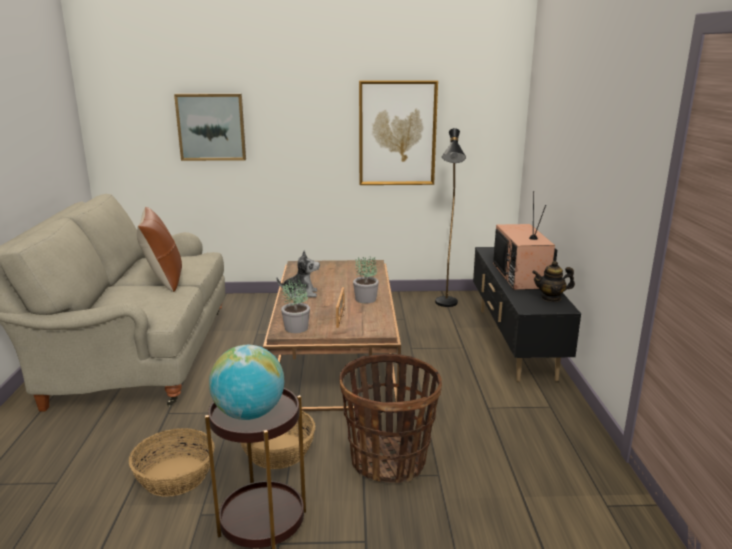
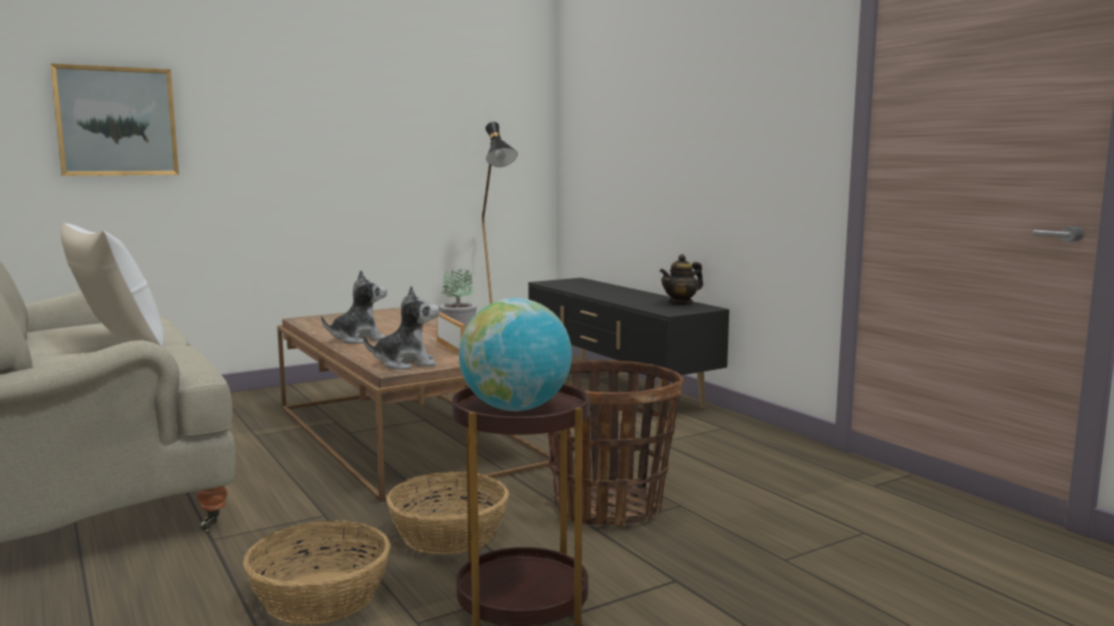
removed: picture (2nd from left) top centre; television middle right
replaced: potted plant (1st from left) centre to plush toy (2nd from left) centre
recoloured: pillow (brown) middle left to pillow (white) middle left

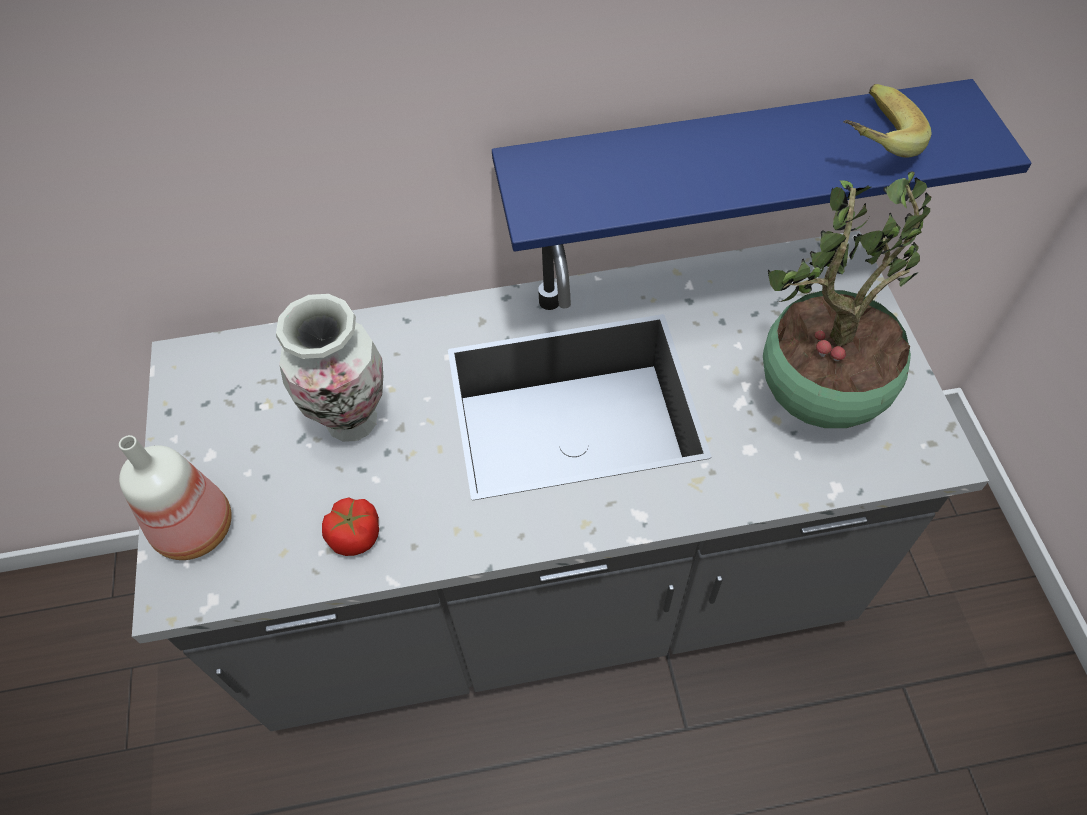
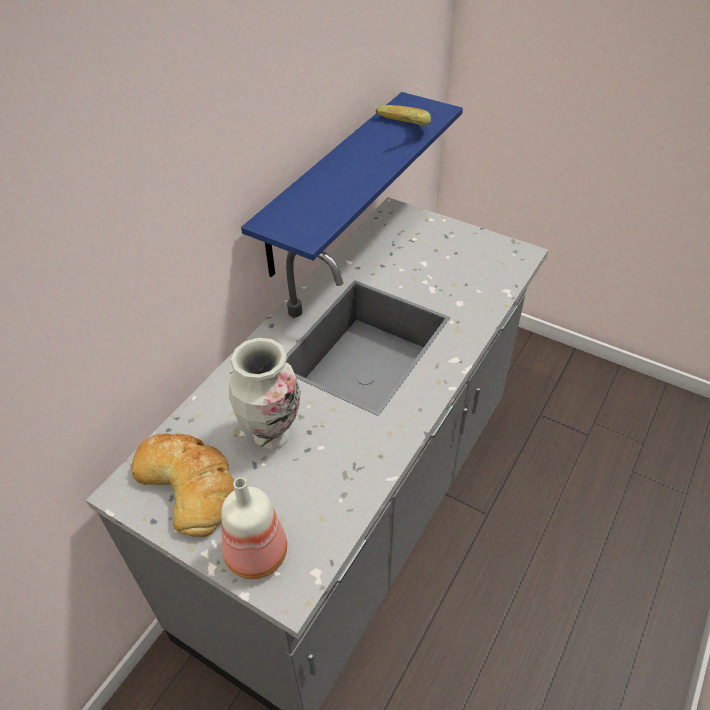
removed: tomato middle left; potted plant middle right
added: bread bottom left

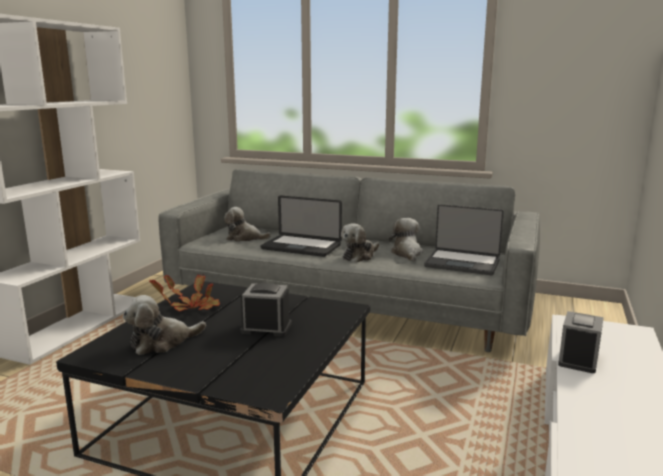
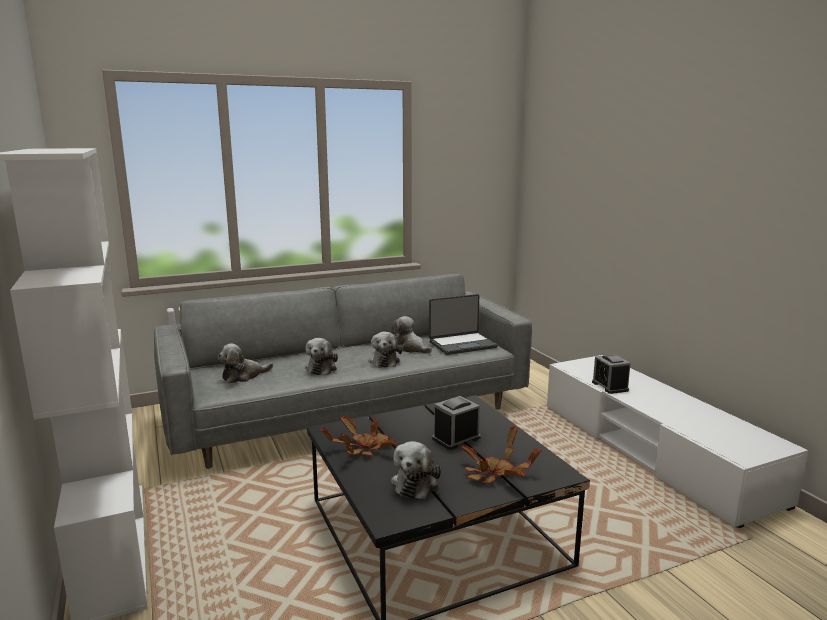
added: potted plant (2nd from left) bottom centre
replaced: laptop (1st from left) centre to plush toy (2nd from left) centre

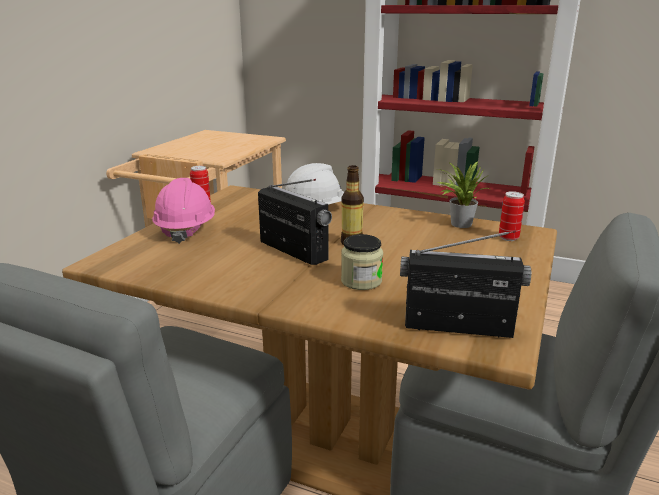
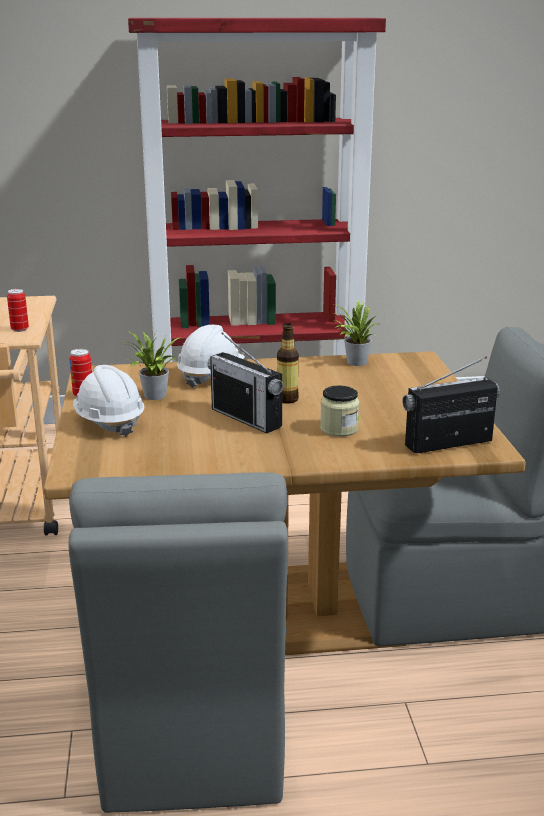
added: potted plant (1st from left) middle left
moved: can (2nd from left in the first image) middle right to can (1st from left) middle left
recoloured: hard hat (pink) middle left to hard hat (white) (1st from left) middle left
turned: radio (1st from left) centre = centre 150 degrees counterclockwise

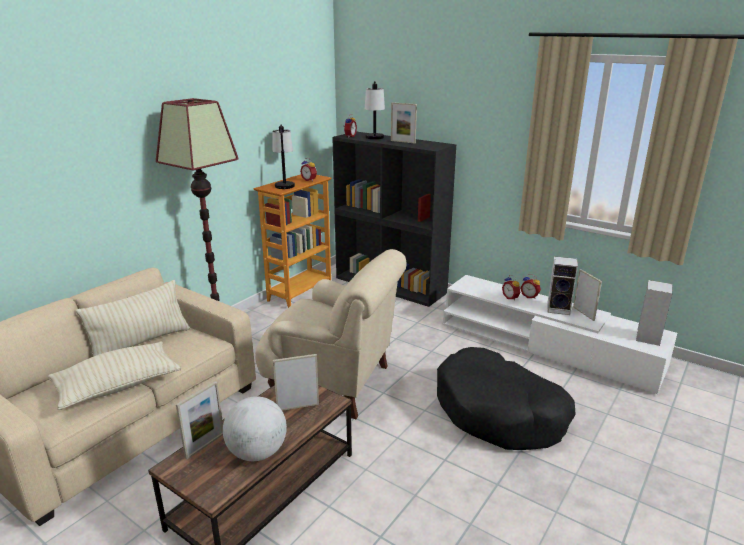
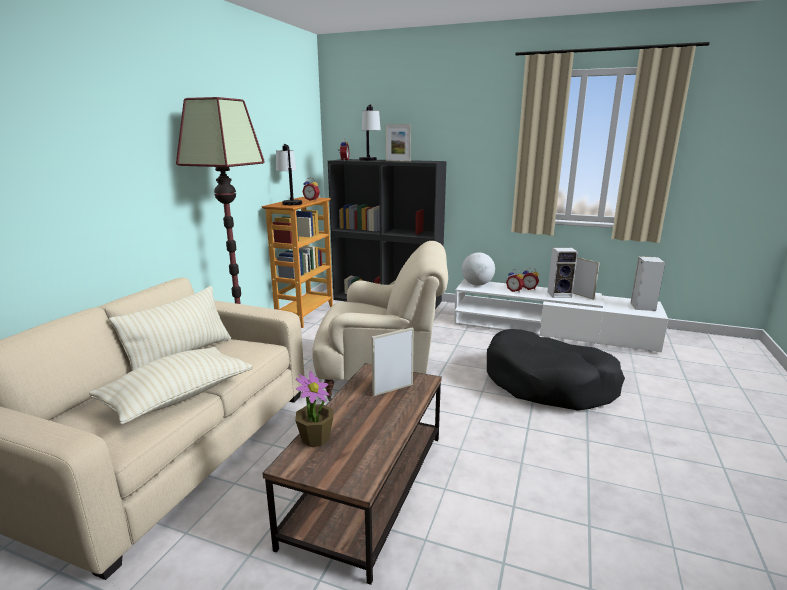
moved: globe bottom centre to centre
replaced: picture frame (1st from left) bottom left to potted plant bottom centre

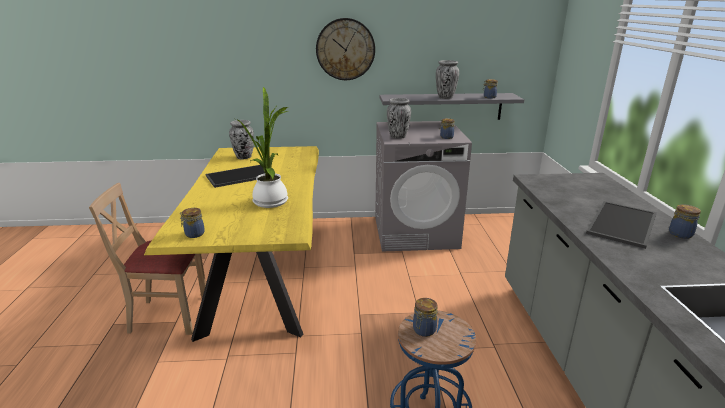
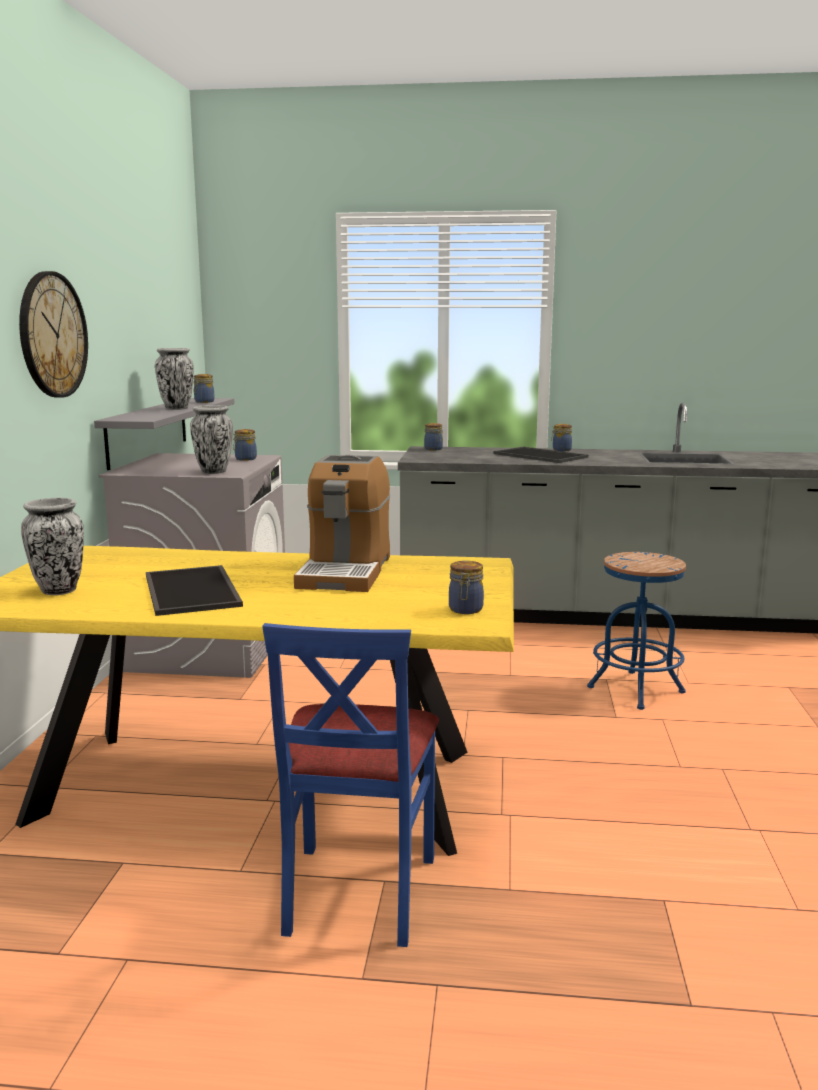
moved: jar (2nd from left in the first image) bottom centre to jar (3rd from left) centre
replaced: potted plant centre to coffee machine centre
recoloured: chair (beige) middle left to chair (blue) bottom centre

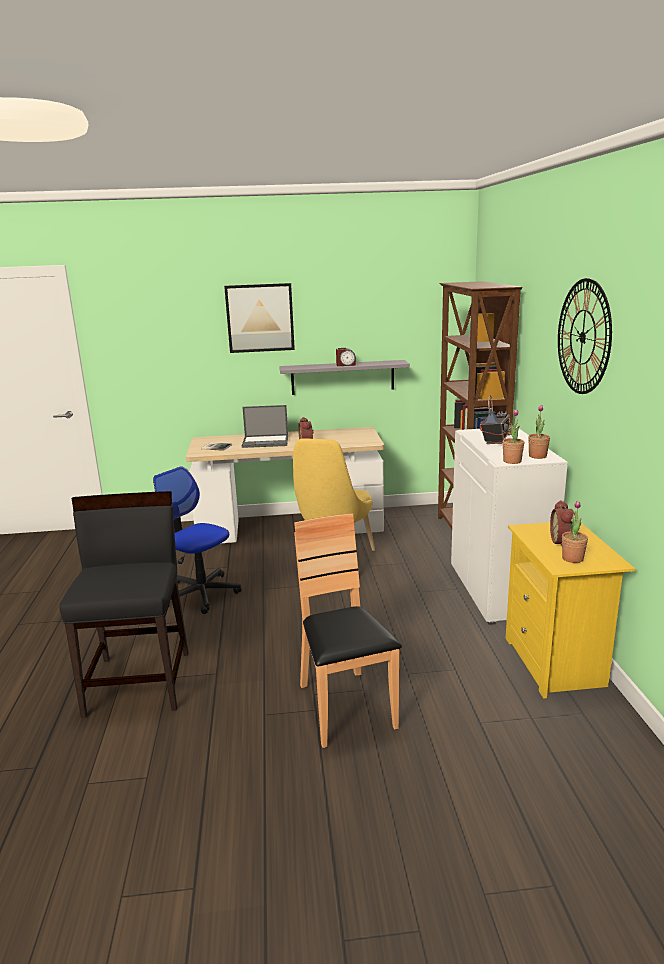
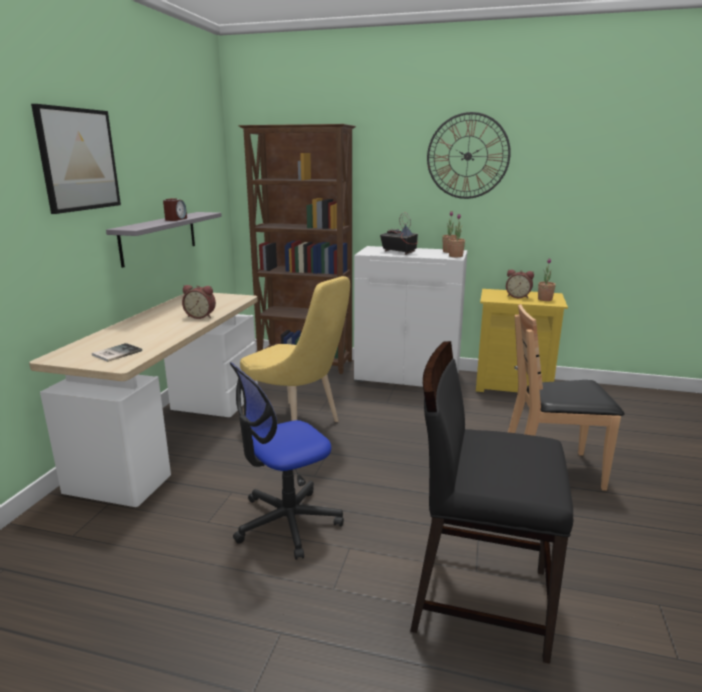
removed: laptop centre

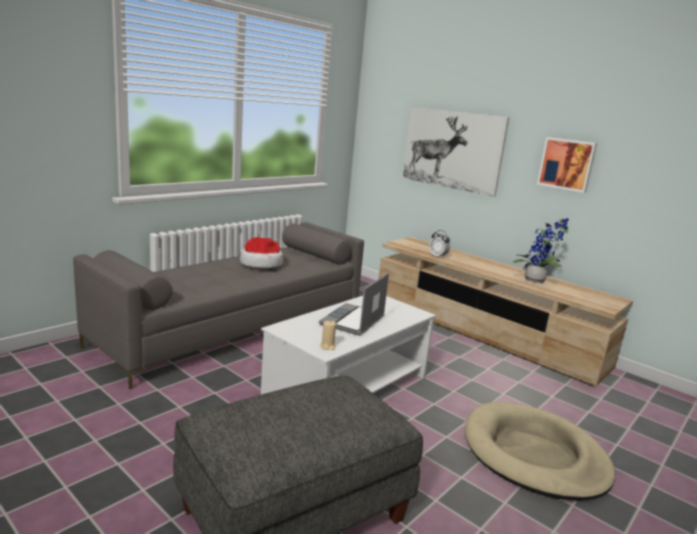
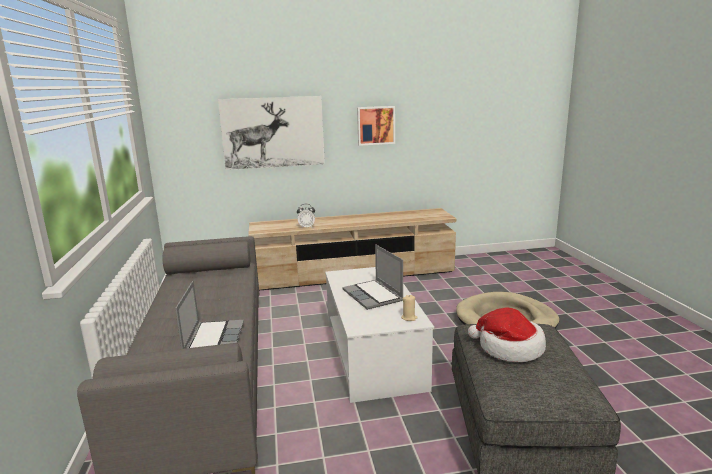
removed: potted plant middle right
added: laptop (1st from left) middle left
moved: hat centre to bottom right

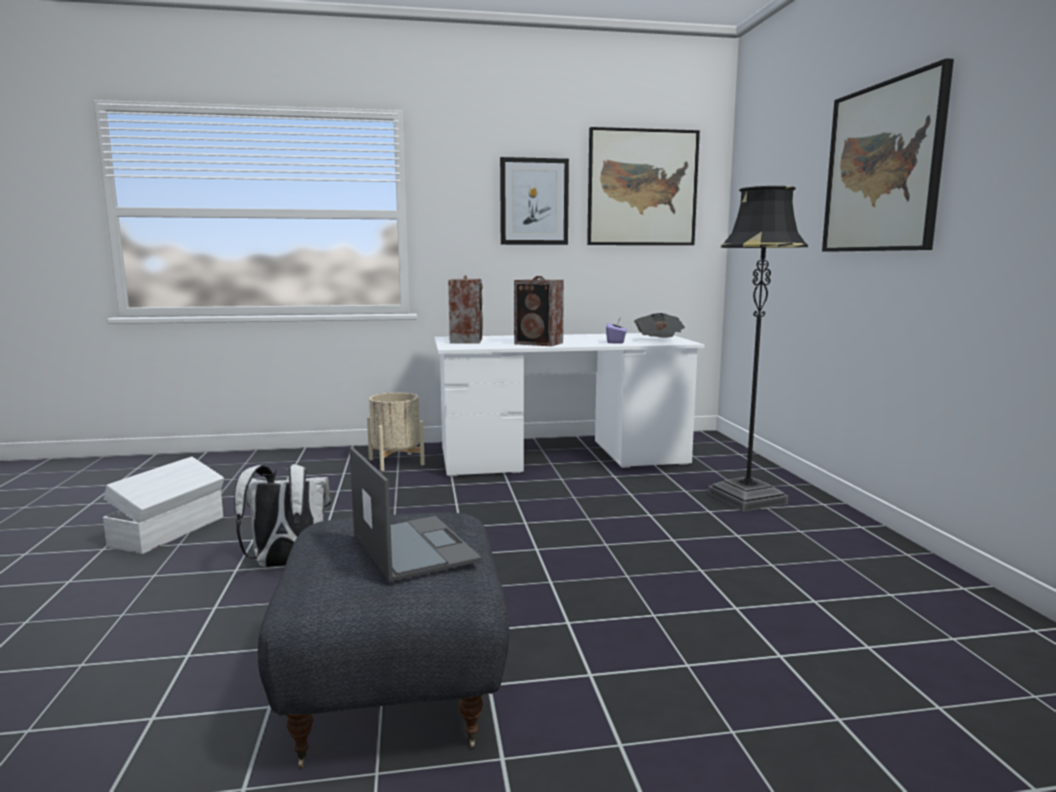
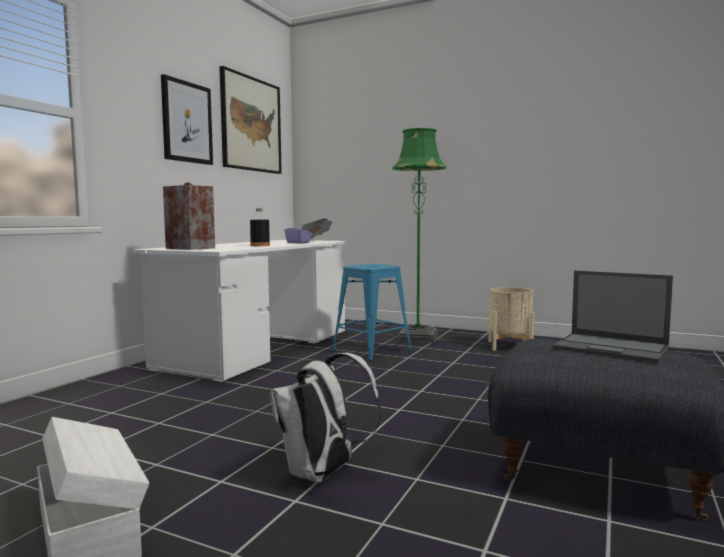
removed: picture (3rd from left) top right
added: stool (blue) centre
moved: planter (beige) centre to middle right
replaced: speaker (2nd from left) centre to bottle (black) centre
recoloured: floor lamp (black) middle right to floor lamp (green) centre
turned: laptop centre = middle right 150 degrees counterclockwise

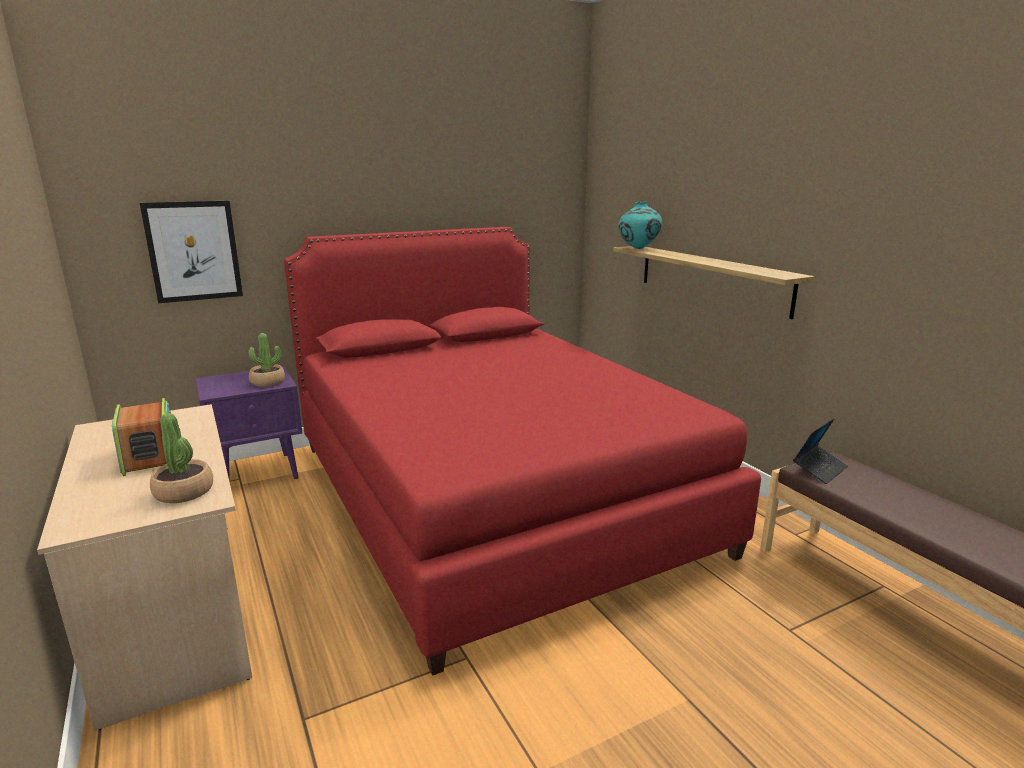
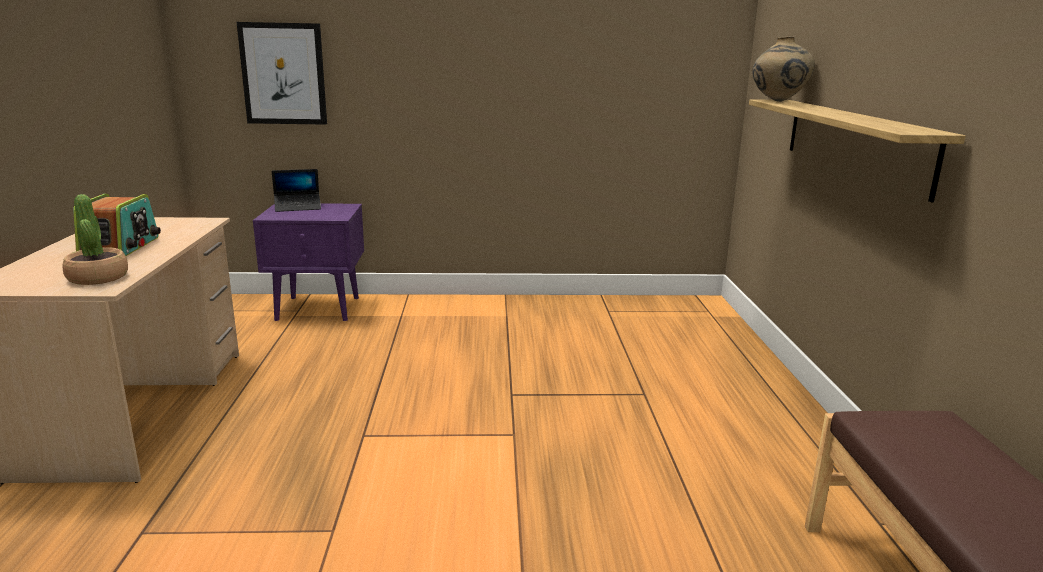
removed: potted plant (2nd from left) middle left; bed (red) centre
moved: laptop middle right to top left
recoloured: vase (turquoise) top centre to vase (beige) top right

